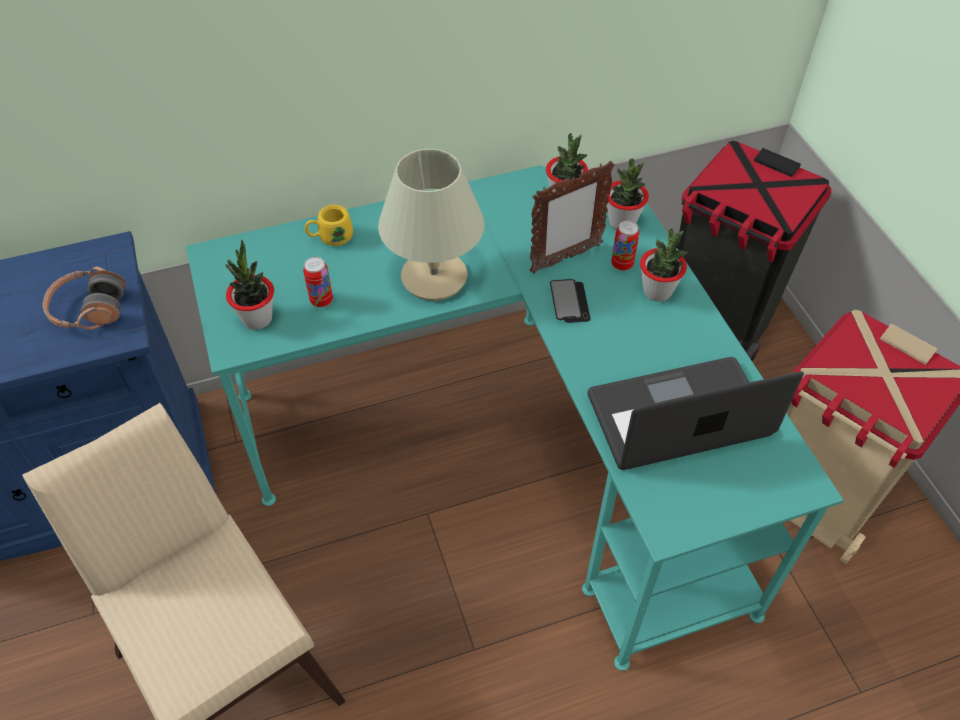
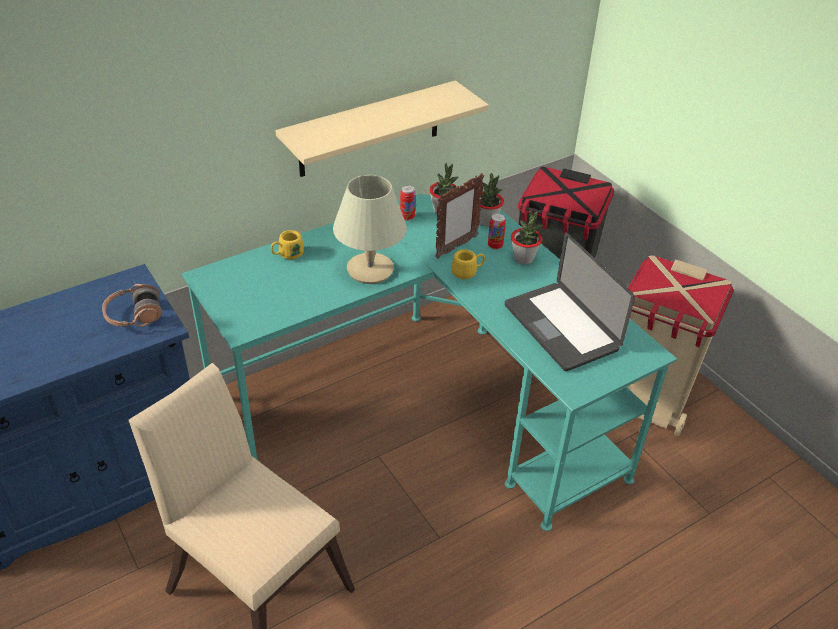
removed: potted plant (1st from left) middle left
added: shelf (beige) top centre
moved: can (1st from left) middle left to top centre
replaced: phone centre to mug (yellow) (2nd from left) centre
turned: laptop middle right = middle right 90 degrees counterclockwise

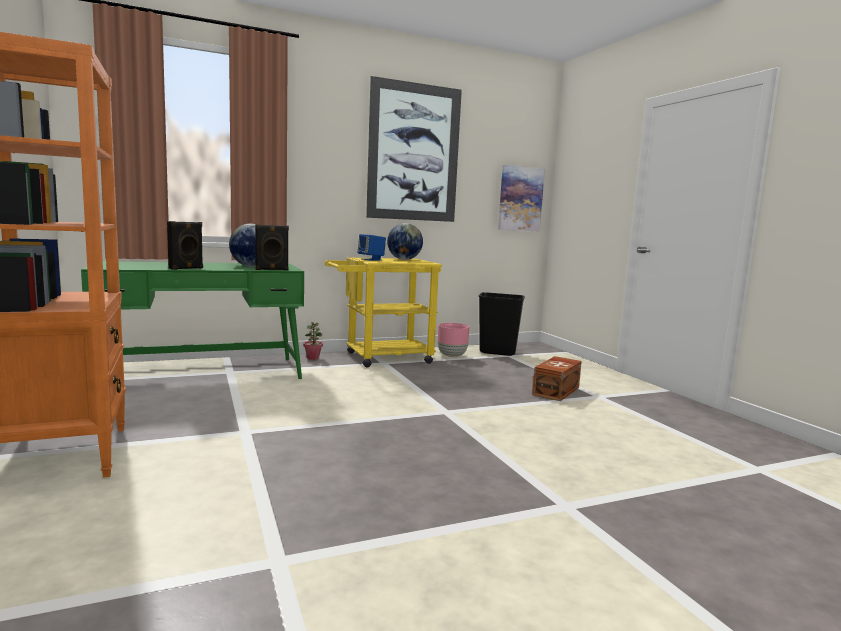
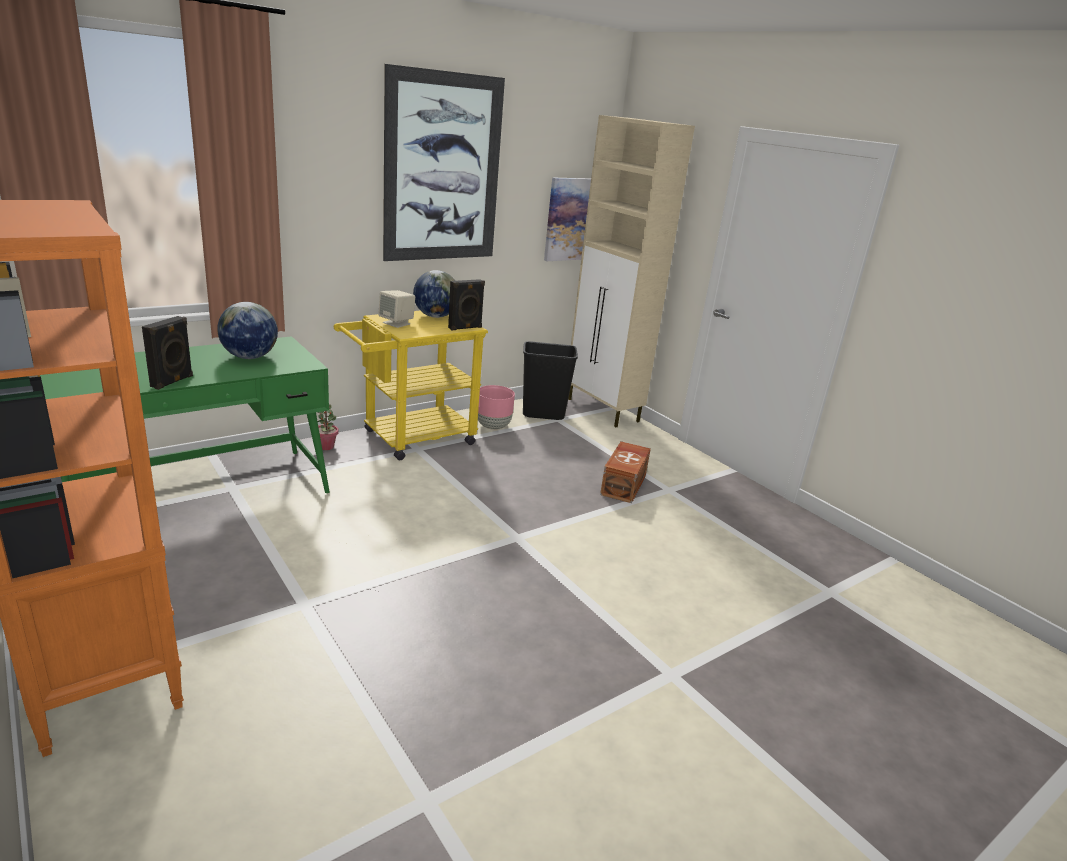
added: cabinet (beige) top centre
moved: speaker (black) (2nd from left) middle left to centre
recoloured: speaker (blue) centre to speaker (beige) centre

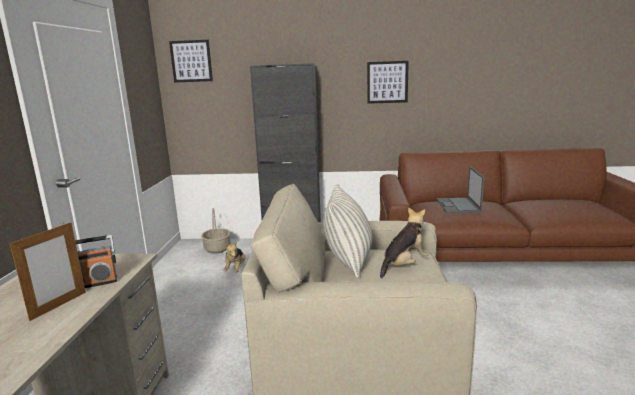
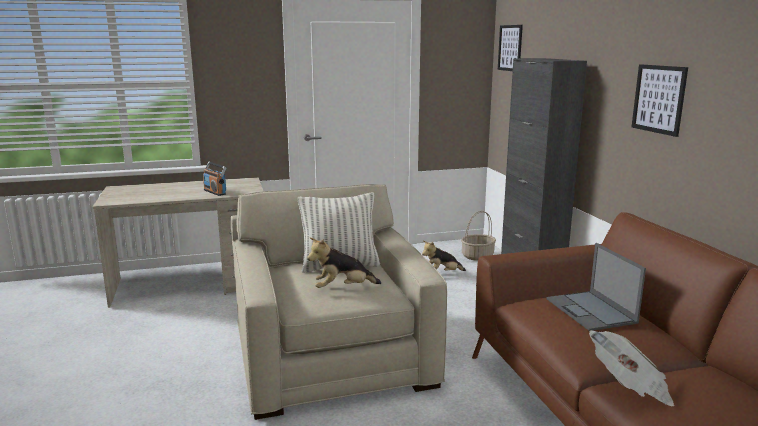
removed: picture frame bottom left
added: newspaper bottom right
turned: plush toy (2nd from left in the first image) centre = centre 135 degrees clockwise; laptop middle right = bottom right 90 degrees counterclockwise

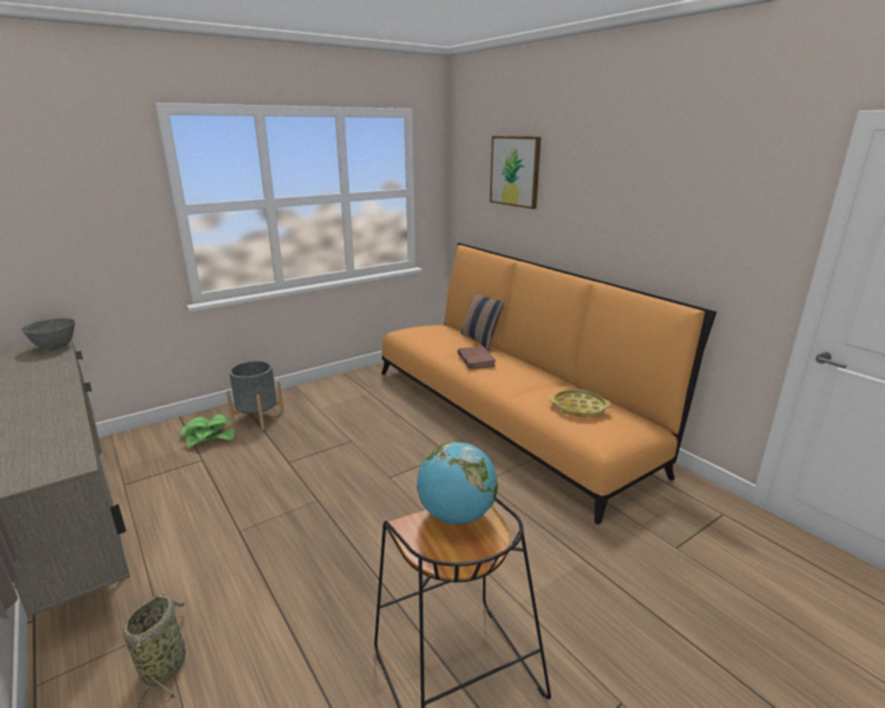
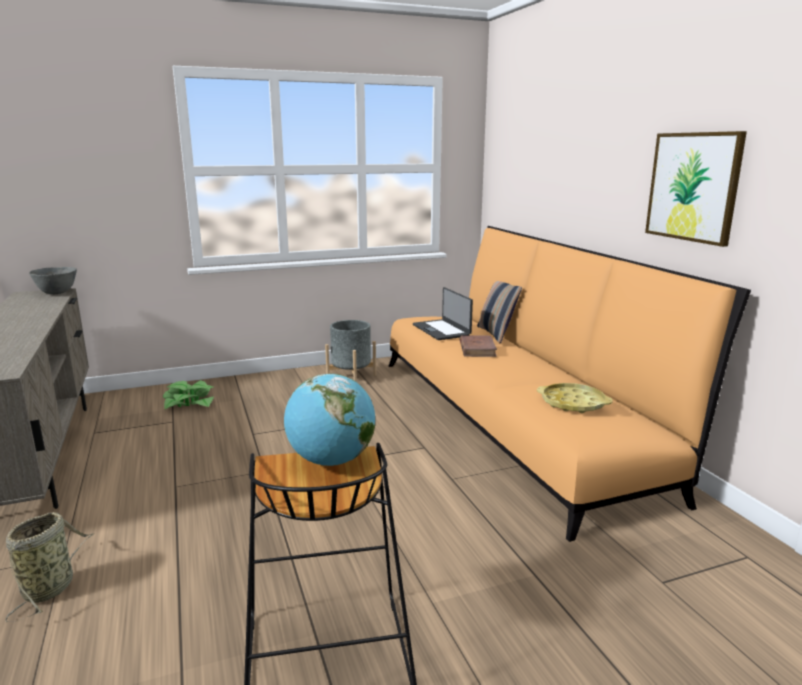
added: laptop centre
moved: planter (grey) middle left to centre; picture top centre to top right

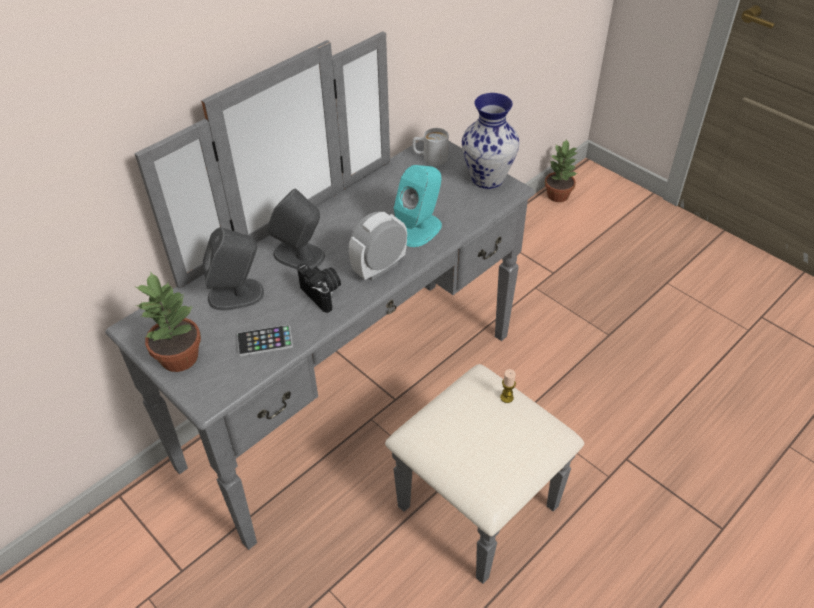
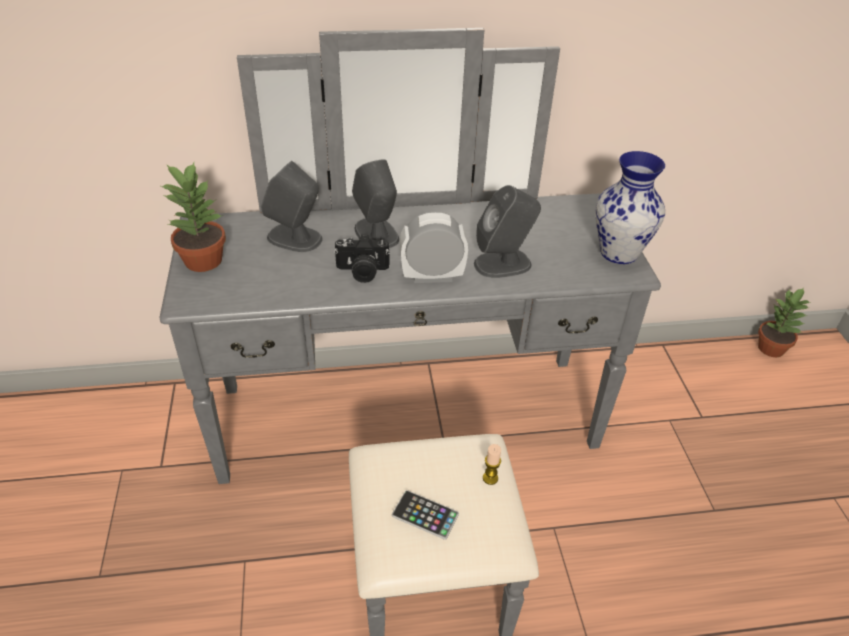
removed: mug (white) top centre
moved: phone middle left to bottom centre
recoloured: speaker (turquoise) centre to speaker (grey) (3rd from left) centre
turned: photo camera centre = centre 90 degrees clockwise

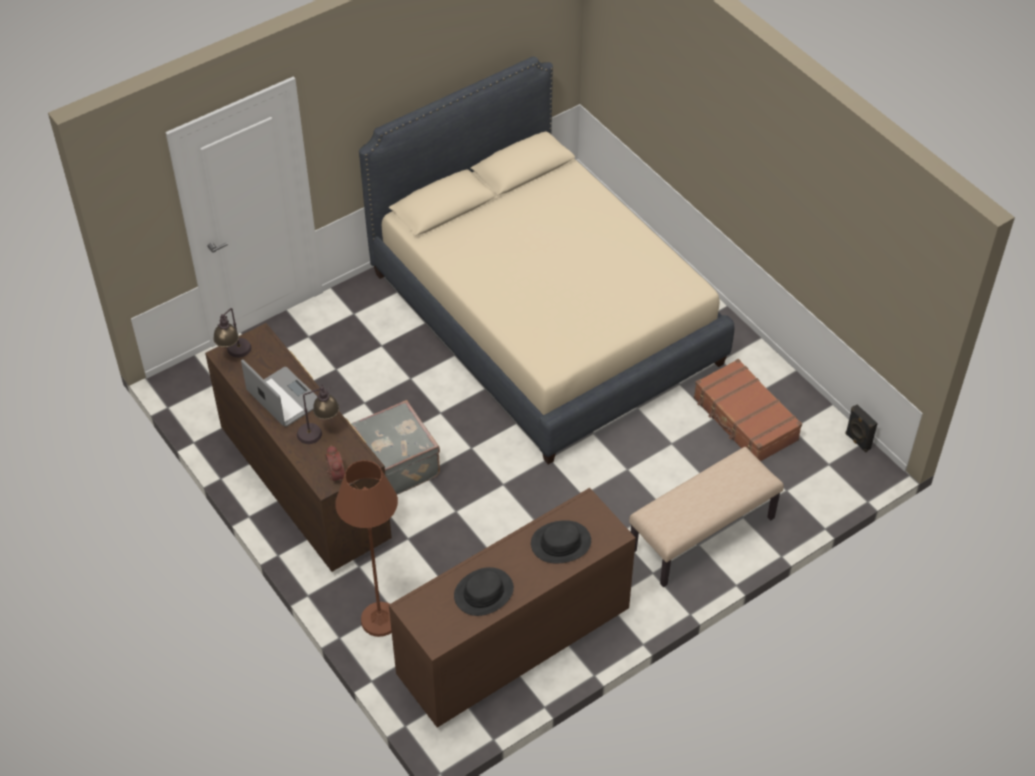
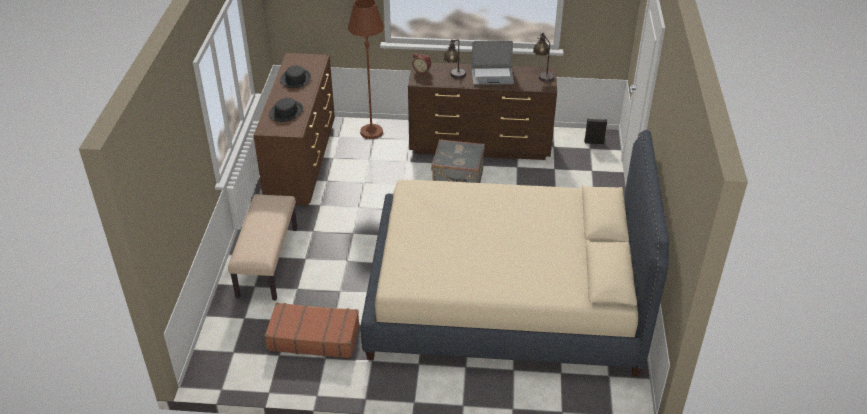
moved: speaker (black) middle right to top right

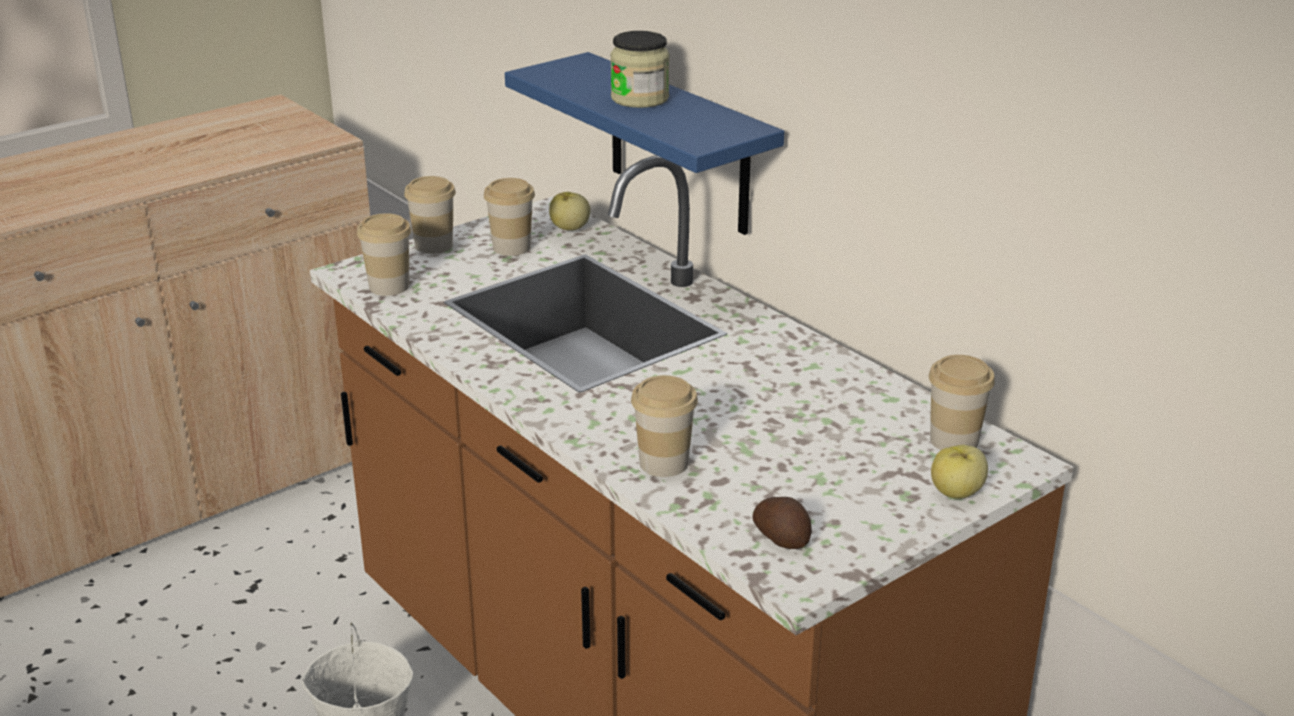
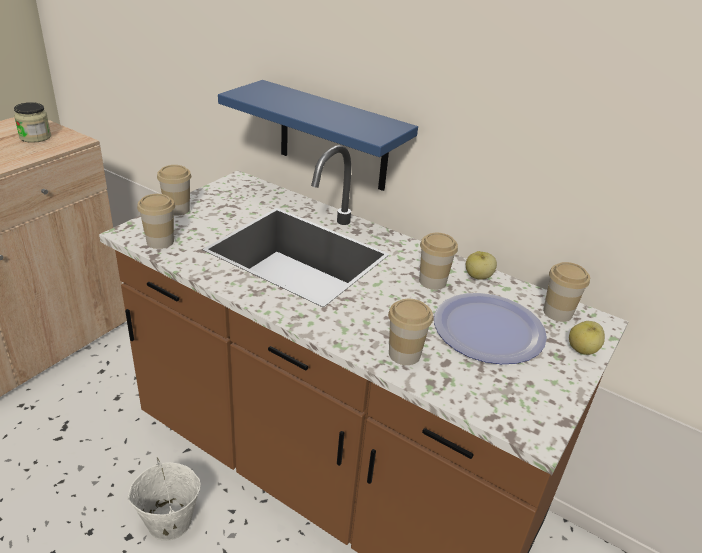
removed: potato bottom centre
added: plate middle right
moved: cup (3rd from left in the first image) top centre to cup (4th from left) centre; apple (1st from left) top centre to middle right; jar top centre to top left

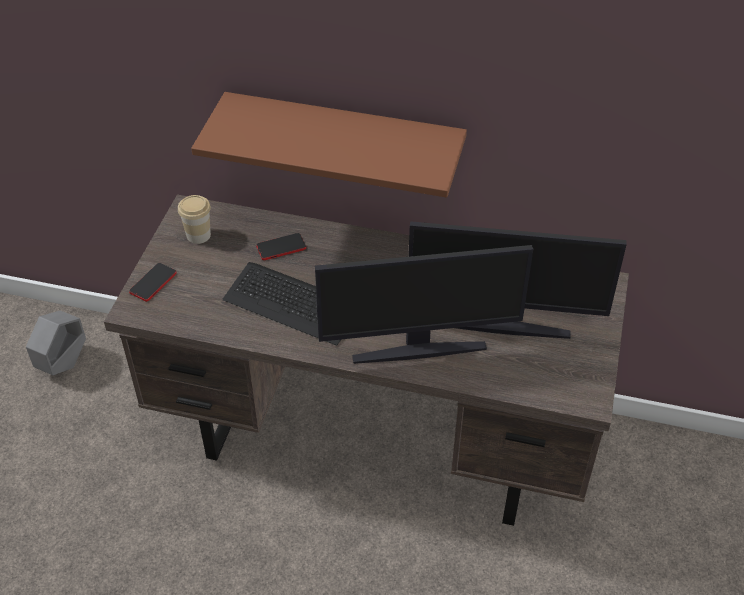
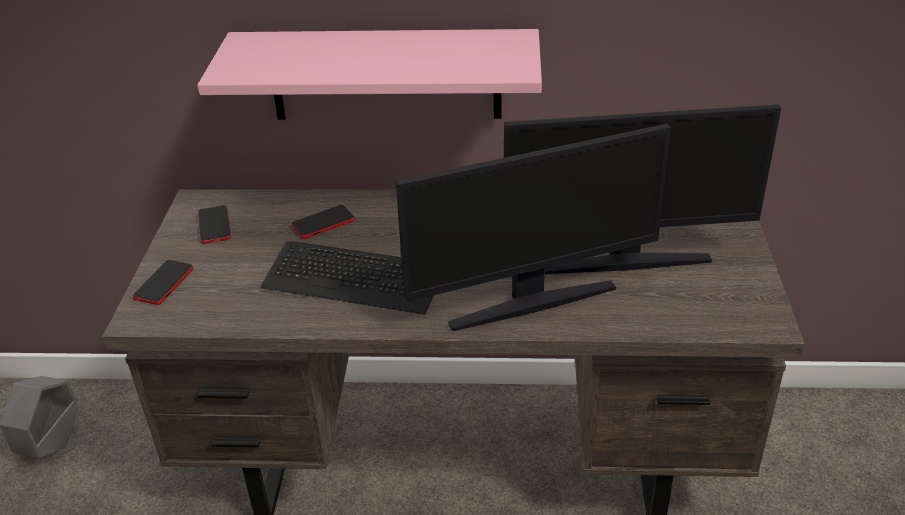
replaced: cup middle left to phone (2nd from left) middle left
recoloured: shelf (brown) top centre to shelf (pink) top centre

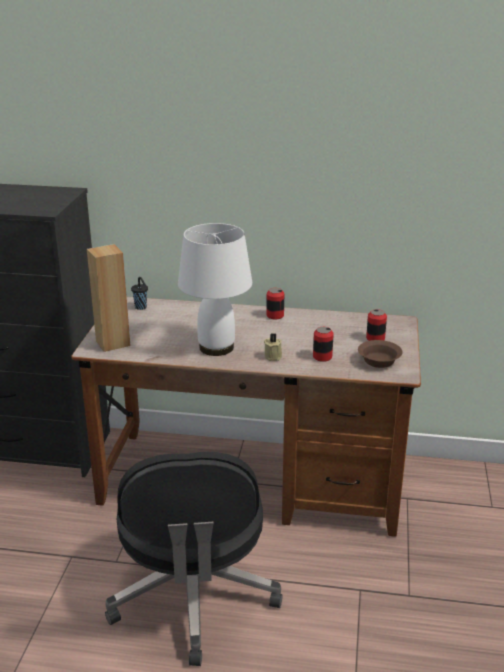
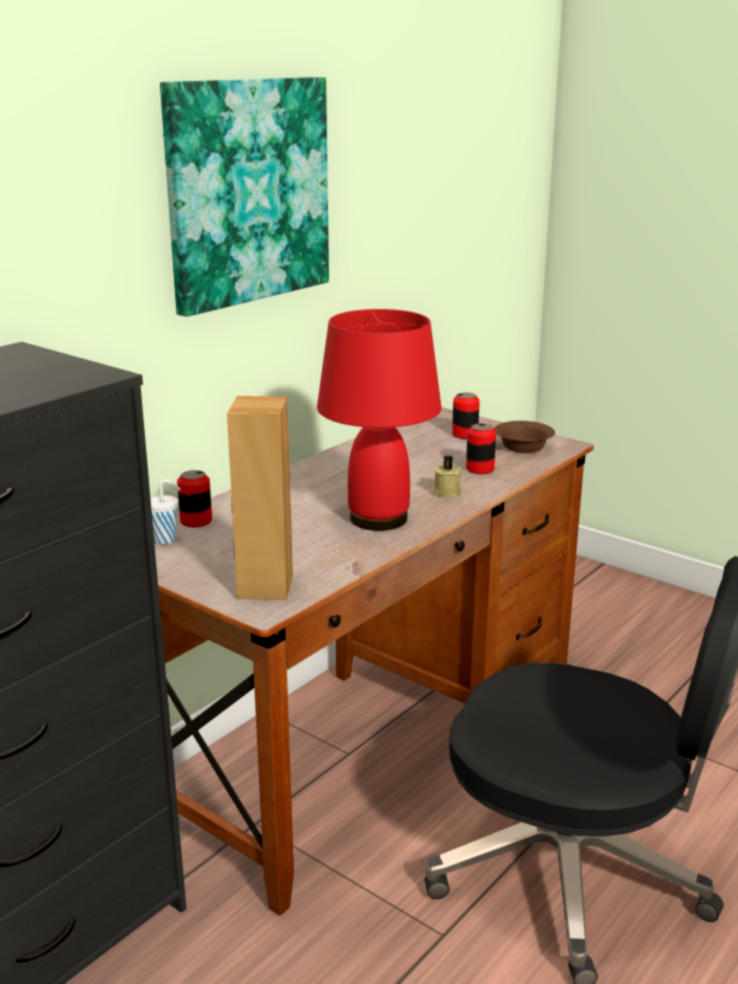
added: picture top left
moved: can (1st from left) centre to middle left
recoloured: cup (black) middle left to cup (white) middle left; table lamp (white) centre to table lamp (red) centre

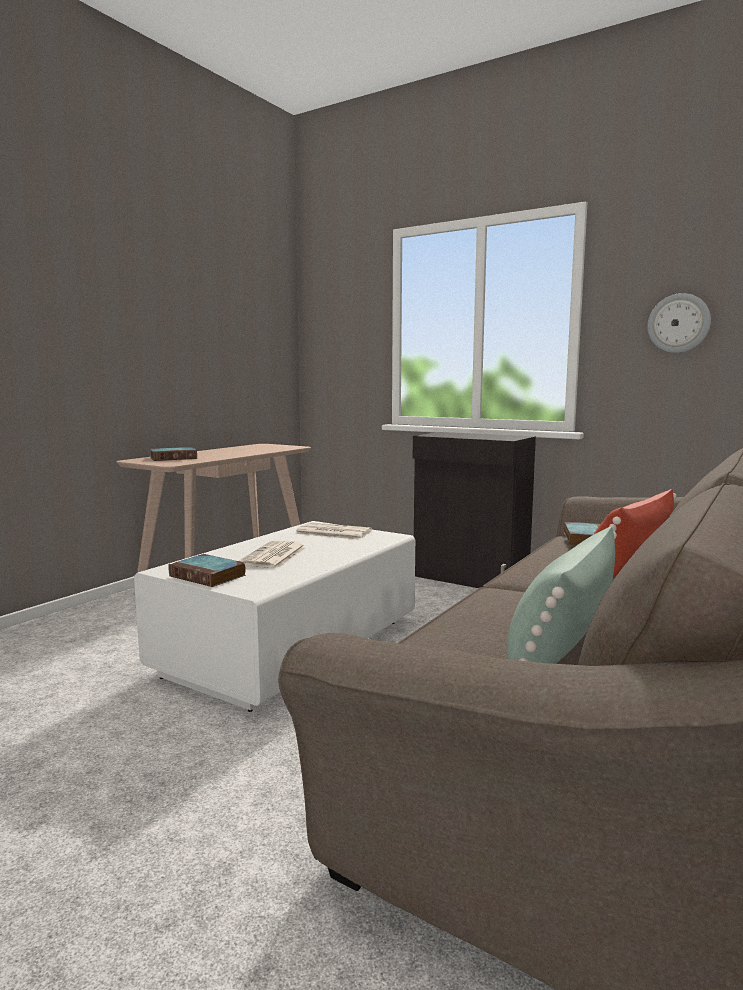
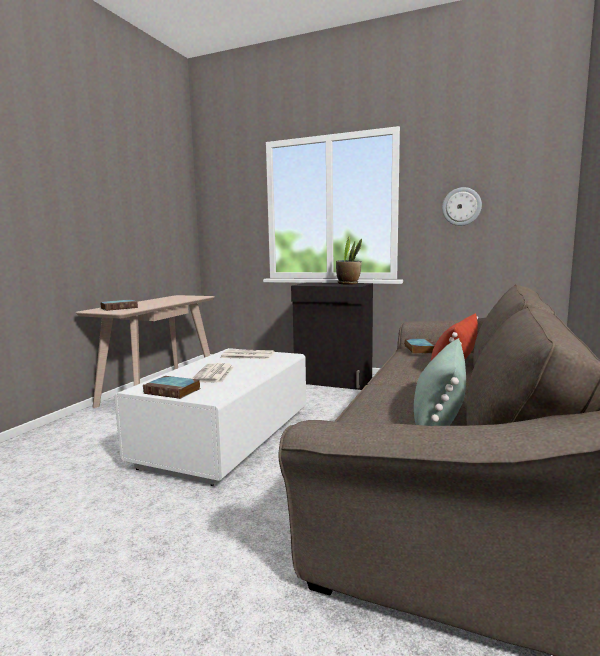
added: potted plant centre

